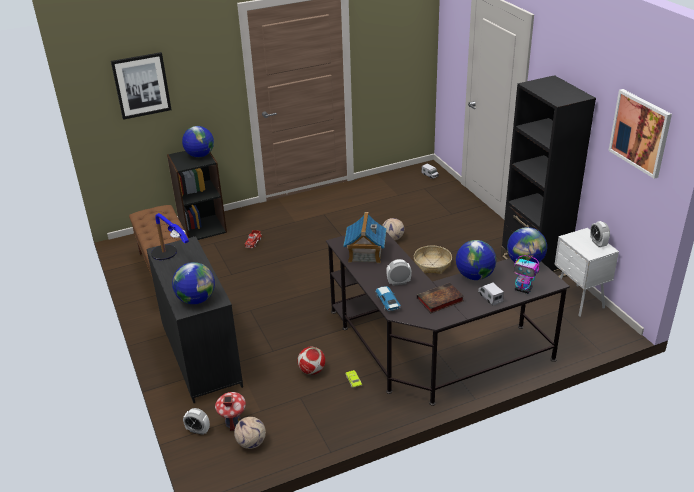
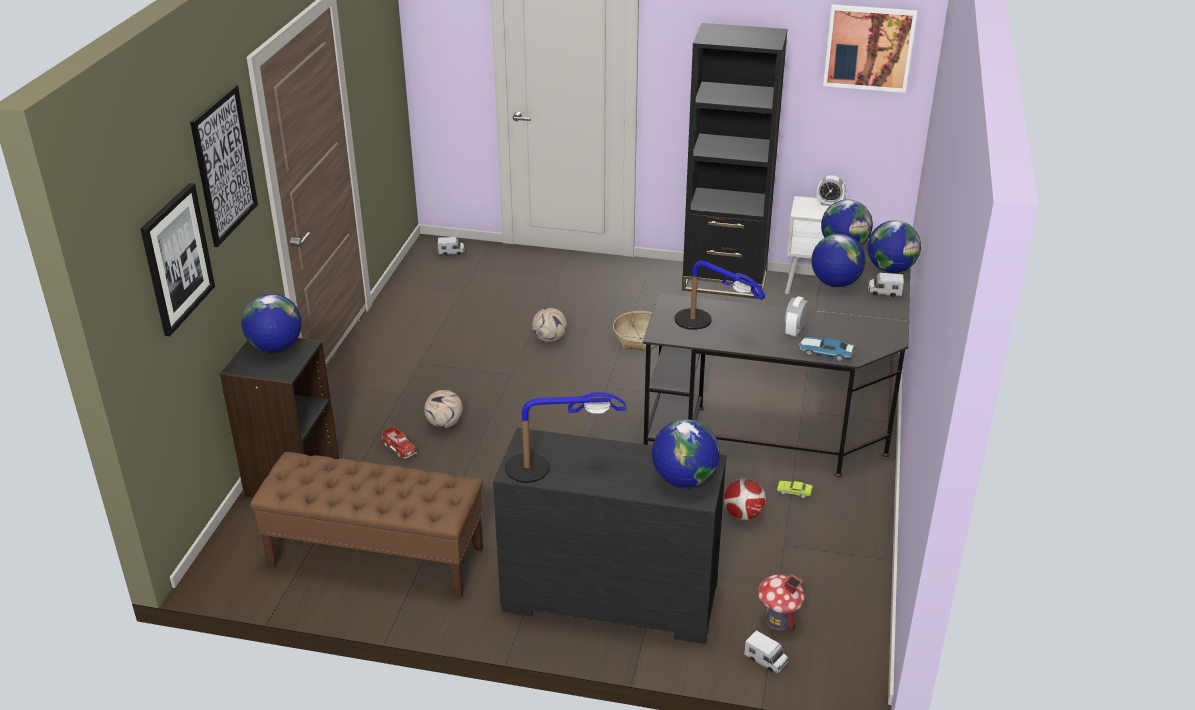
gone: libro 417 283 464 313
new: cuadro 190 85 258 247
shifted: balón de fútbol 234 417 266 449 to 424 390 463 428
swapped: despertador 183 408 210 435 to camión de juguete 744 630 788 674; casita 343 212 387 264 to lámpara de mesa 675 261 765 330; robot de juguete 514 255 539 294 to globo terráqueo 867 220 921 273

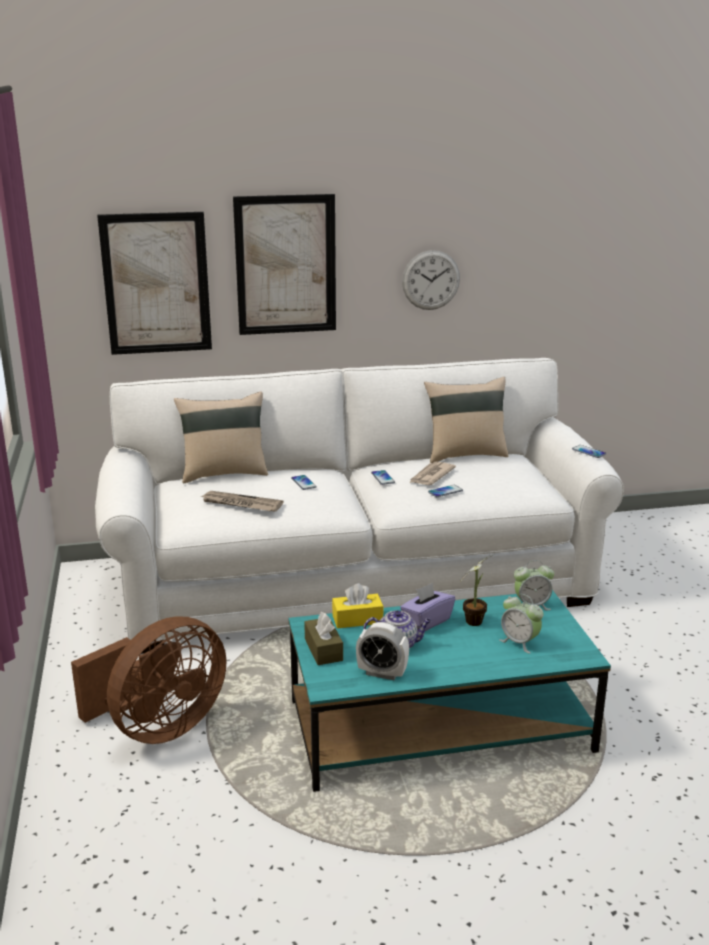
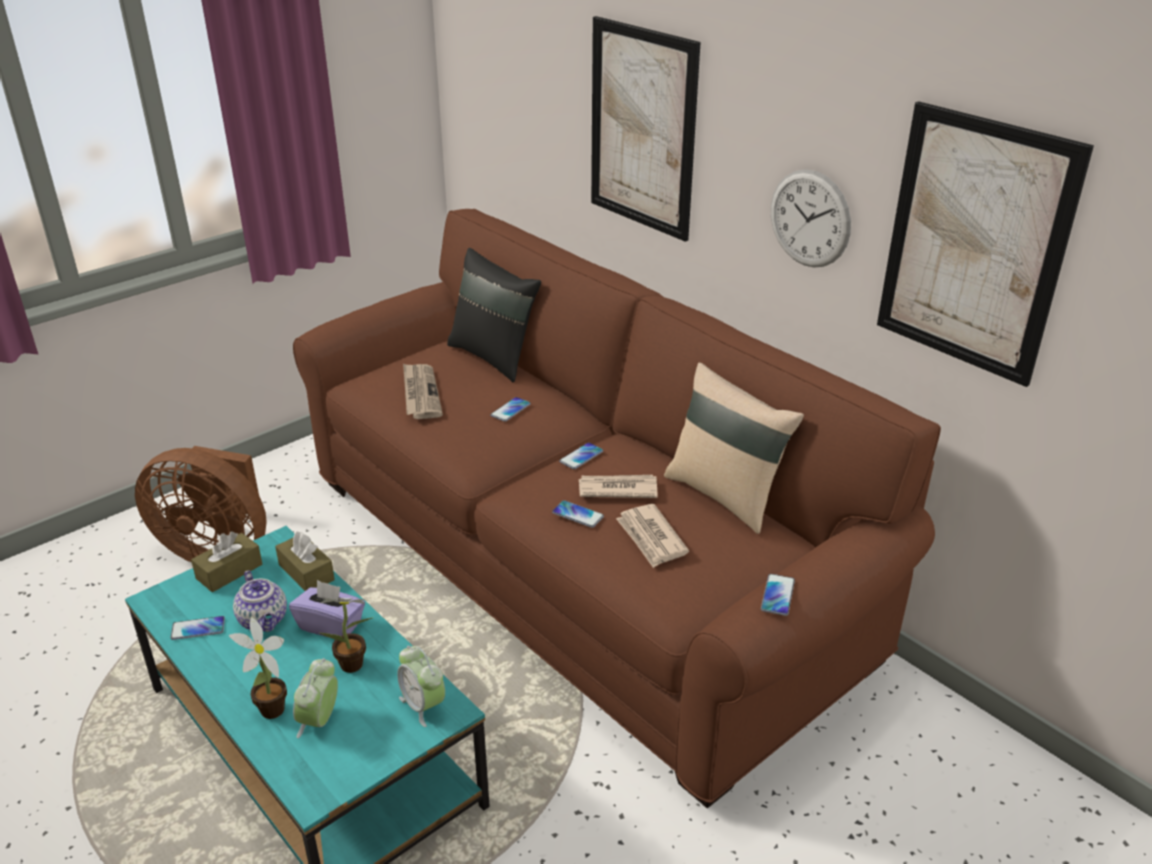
new: planta en maceta 229 617 287 719; periódico 616 504 689 568
shifted: cuadro 97 212 212 355 to 877 101 1094 387
swapped: despertador 356 622 409 680 to móvil 171 616 225 640
repainted: sofá [blanco] 95 358 624 654 to sofá [marrón] 293 209 941 808; cojín [beis] 174 391 268 483 to cojín [negro] 447 248 541 382; caja de pañuelos [amarillo] 332 583 383 628 to caja de pañuelos [marrón] 275 531 335 591

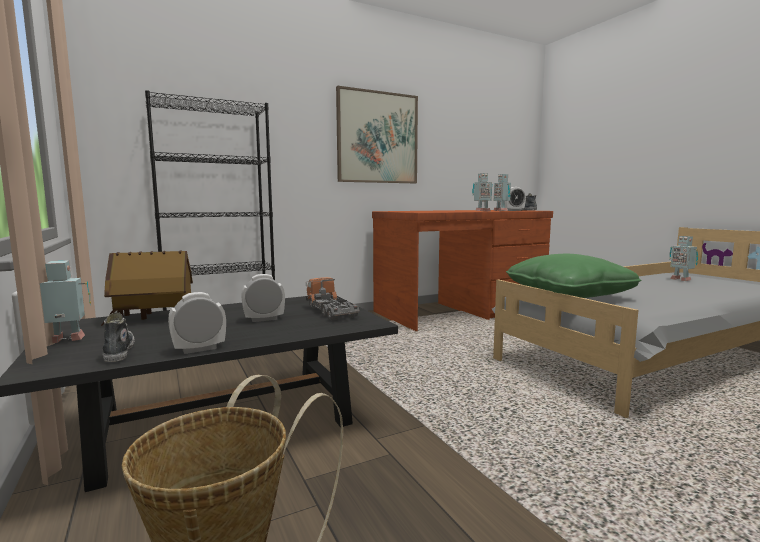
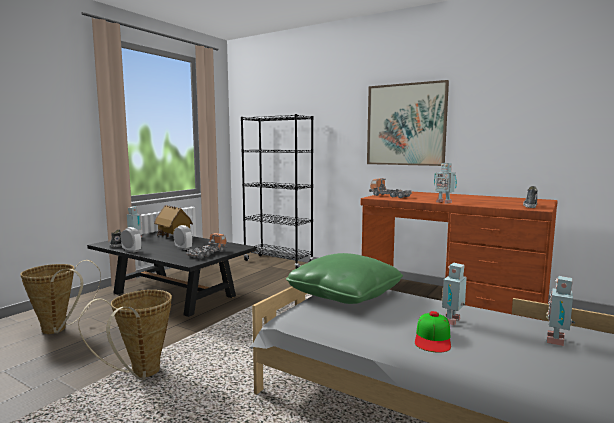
gone: despertador 505 187 526 211
new: cesta 78 290 172 380; camión de juguete 369 178 412 198; gorra 415 311 451 353
shifted: robot de juguete 493 174 511 211 to 441 263 467 325

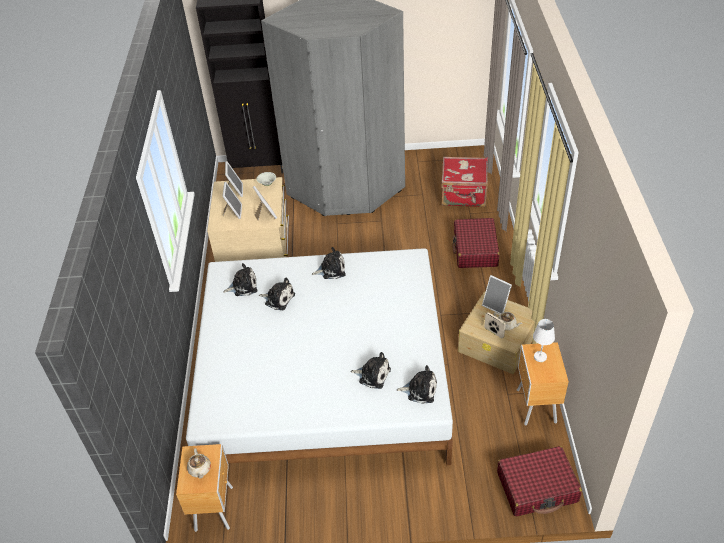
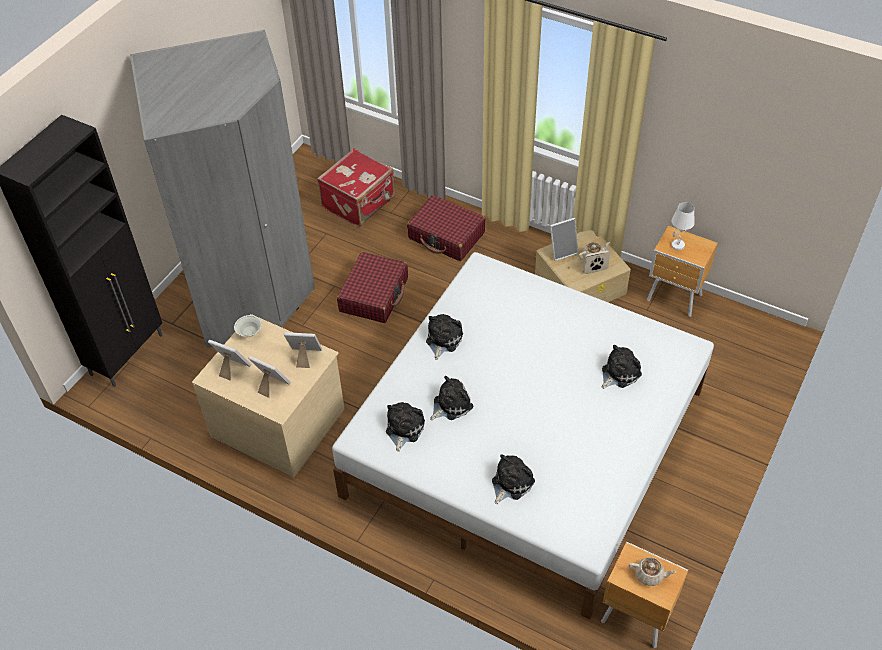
shifted: peluche 397 365 437 404 to 492 454 535 504; maleta [rojo] 497 446 582 516 to 337 252 408 323

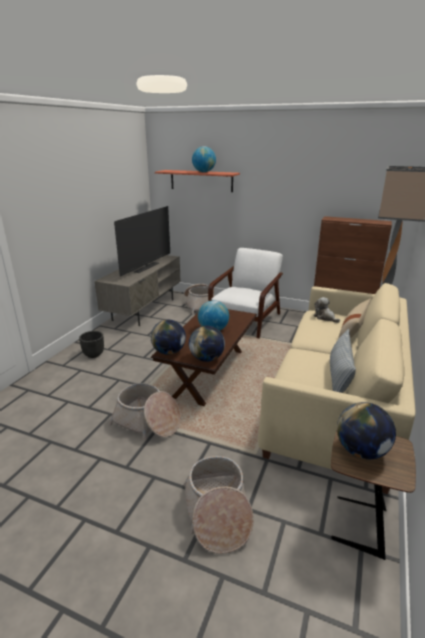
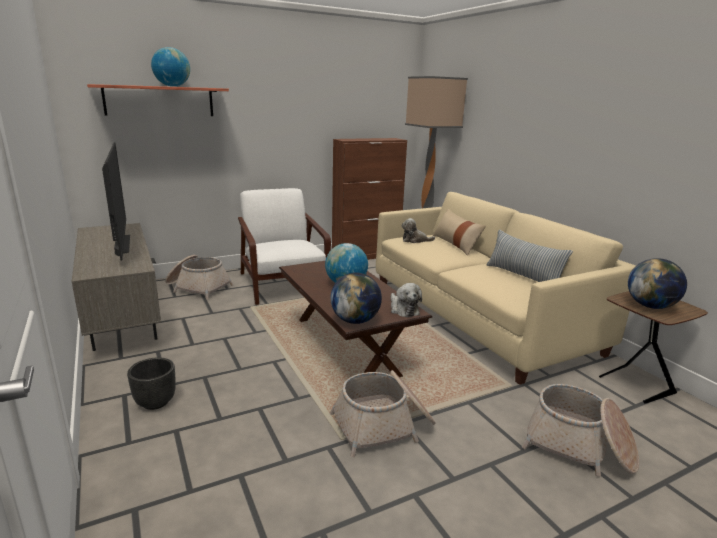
swapped: globo terráqueo 189 326 225 362 to peluche 391 283 422 317

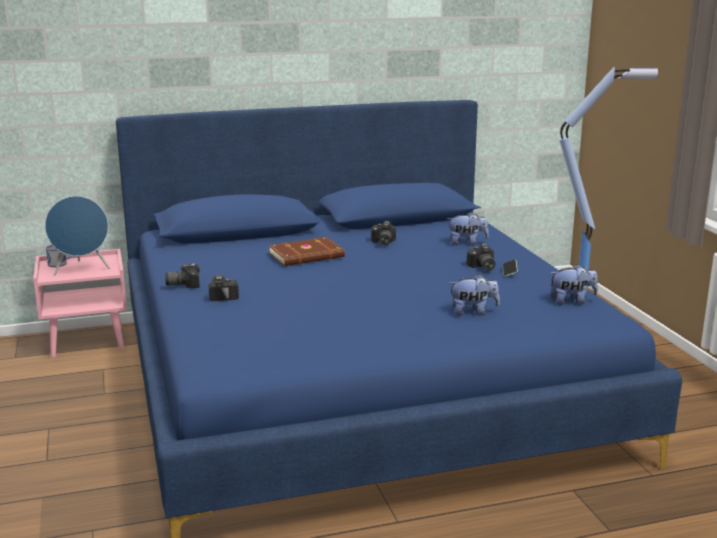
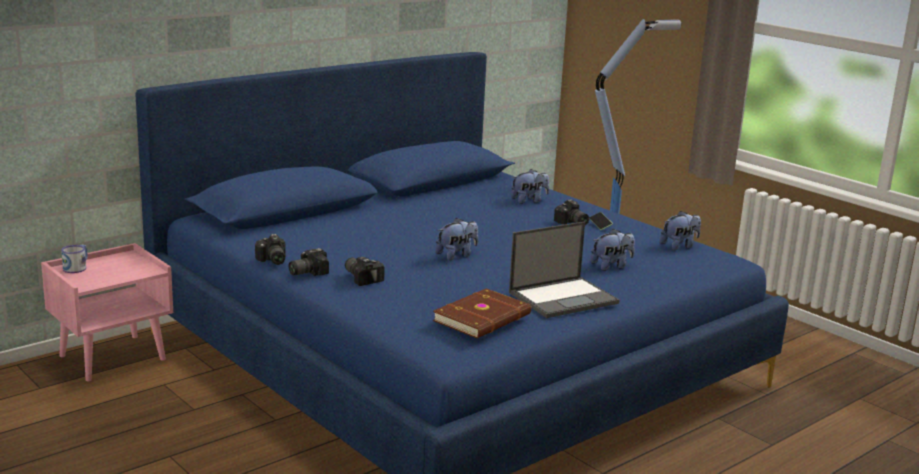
gone: altavoz [azul] 45 196 110 276
new: peluche 435 218 478 260; portátil 509 222 619 318
shifted: libro [marrón] 269 237 345 266 to 433 288 531 338; cámara 371 221 396 246 to 255 234 286 265

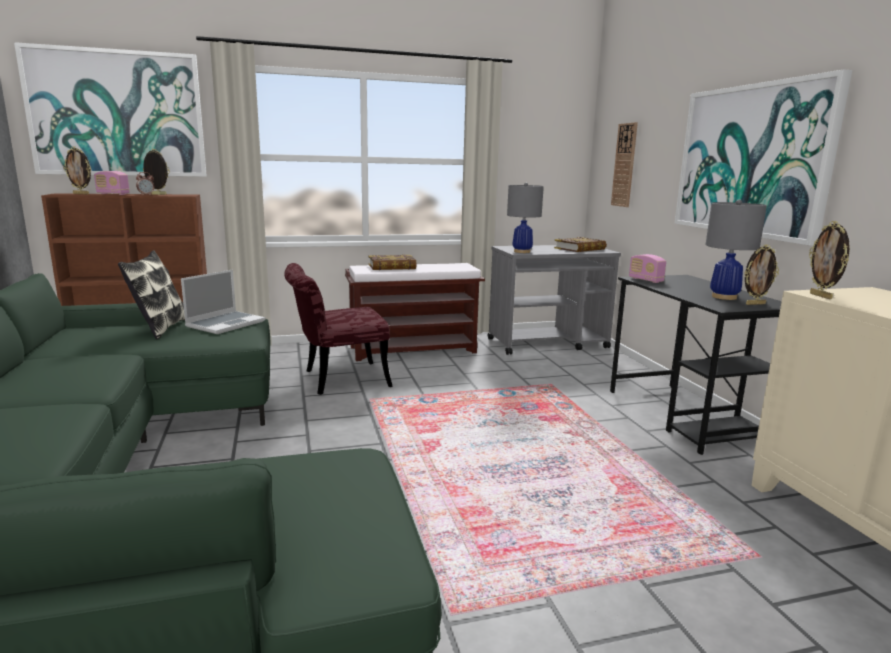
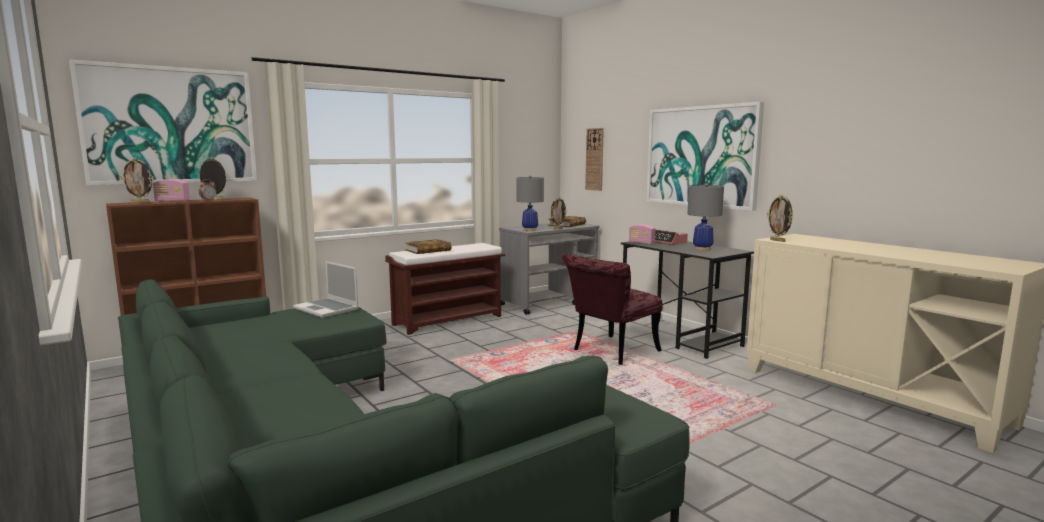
gone: cojín 118 250 185 339
new: despertador 655 230 688 245
shifted: silla [rojo] 284 263 393 395 to 562 254 662 365; portarretratos 744 244 779 305 to 550 197 567 230
rotated: portátil 181 270 265 334 = 293 261 359 318 120 degrees clockwise

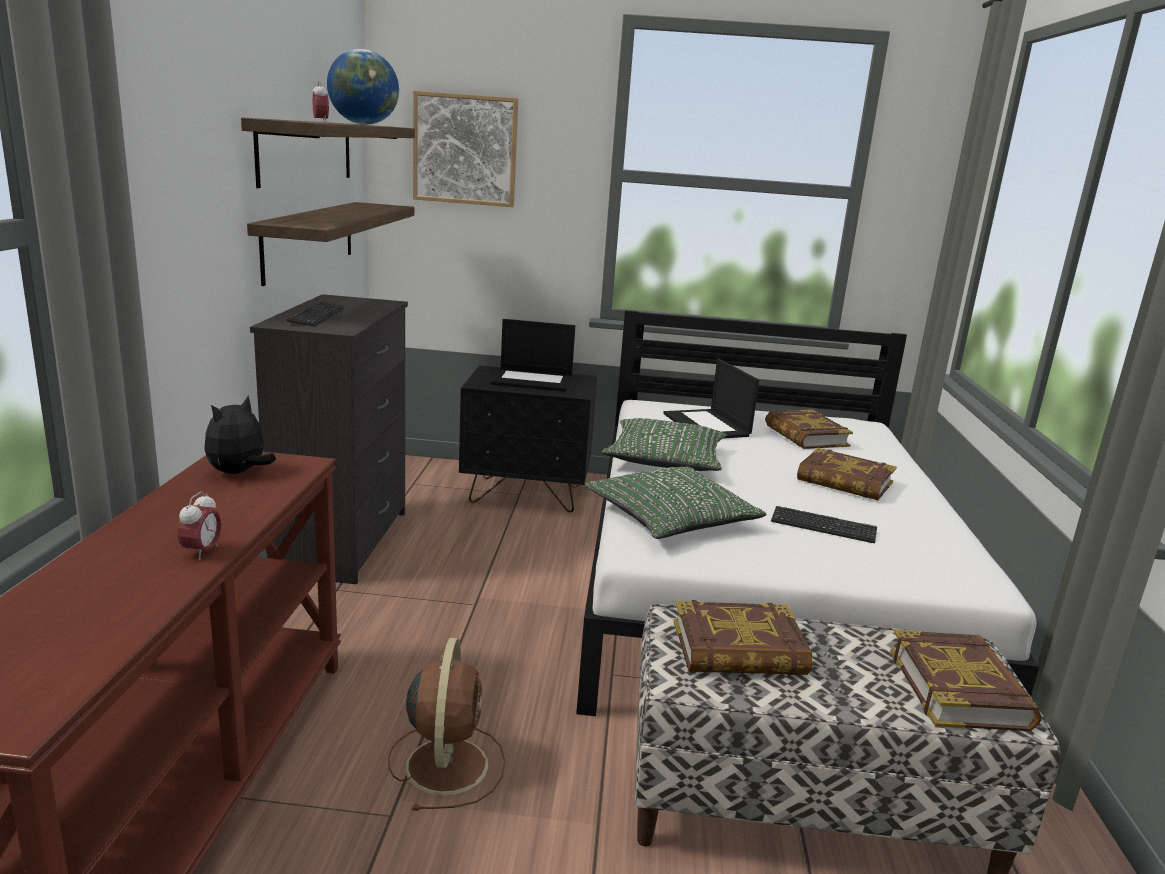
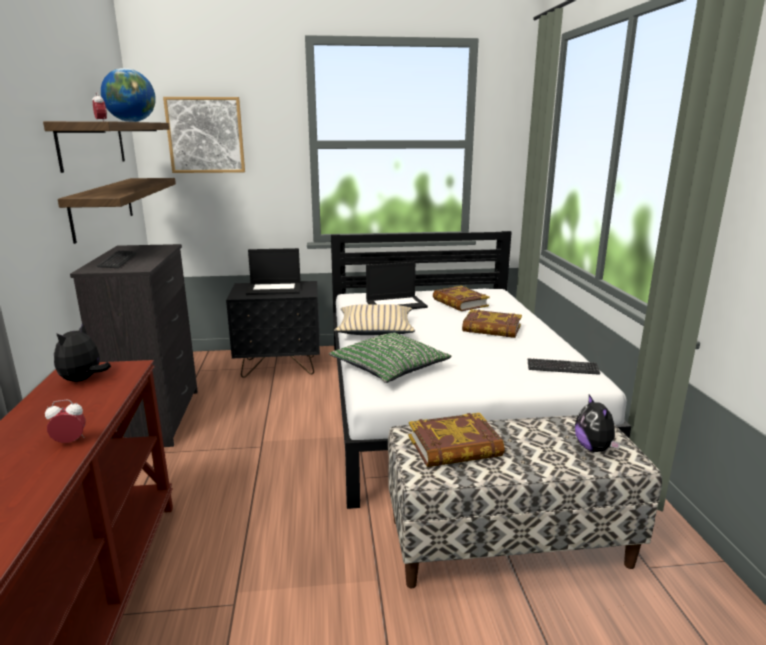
gone: ventilador [marrón] 388 638 505 811
shifted: teclado 771 506 877 543 to 527 358 600 375
swapped: libro 890 629 1041 731 to peluche 575 394 621 452
repainted: cojín [verde] 602 418 727 471 to cojín [beis] 334 304 415 335
rotated: despertador 178 492 221 560 = 45 400 86 443 105 degrees counterclockwise; portátil 663 359 759 439 = 366 261 428 309 75 degrees counterclockwise

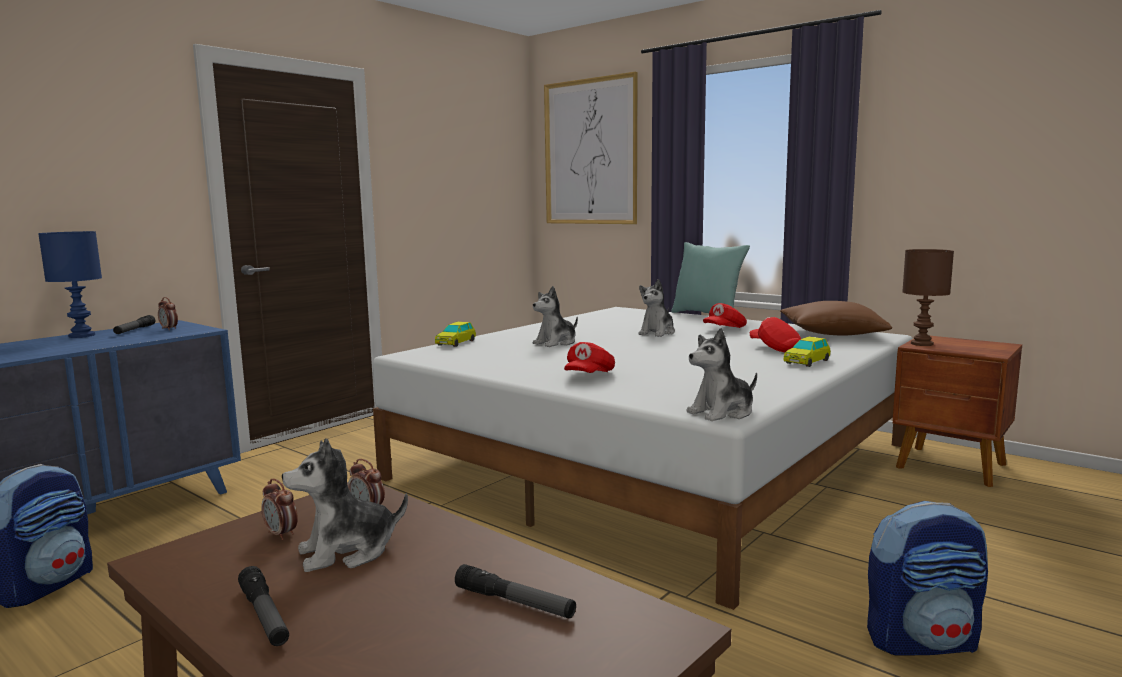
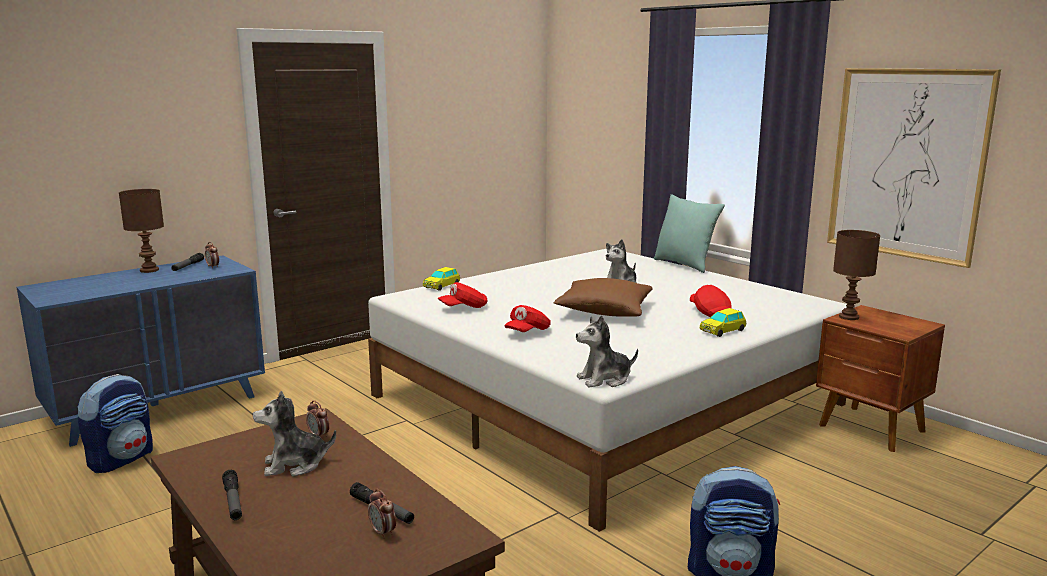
gone: peluche 533 286 578 347
shifted: despertador 261 479 298 540 to 368 489 396 539; cuadro 544 72 638 224 to 827 68 1001 268; gorra [rojo] 703 303 747 328 to 438 282 487 308; cojín [marrón] 780 301 892 335 to 554 278 653 317
repainted: lámpara de mesa [azul] 38 231 102 338 to lámpara de mesa [marrón] 119 189 164 273

